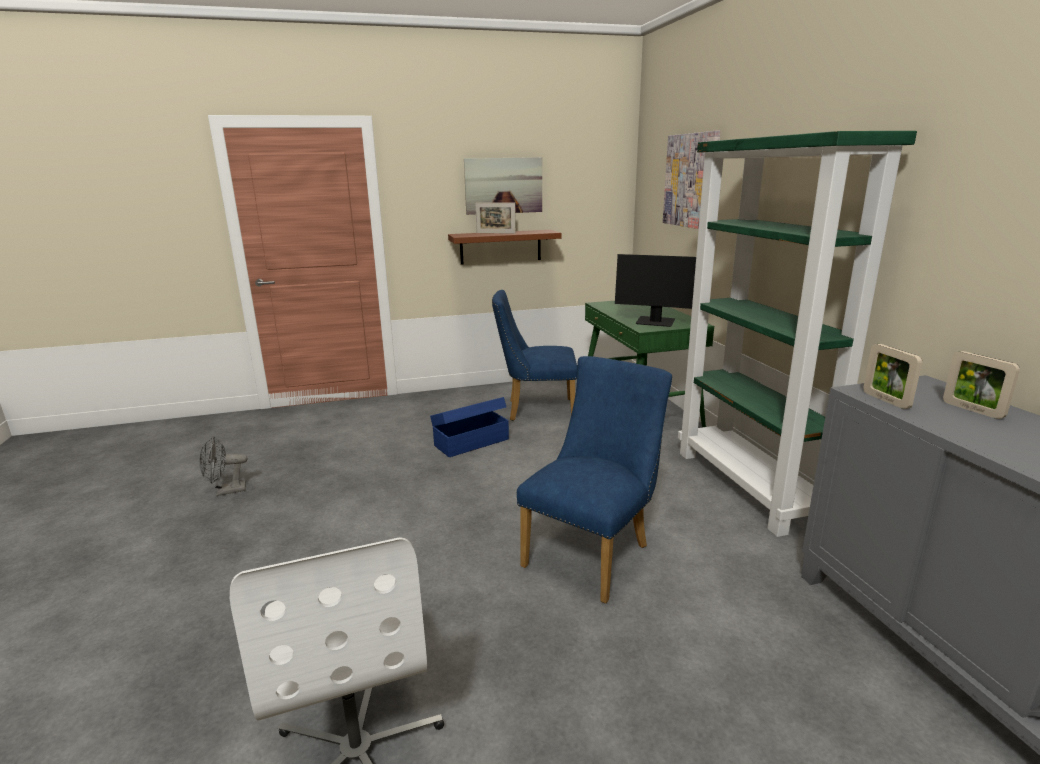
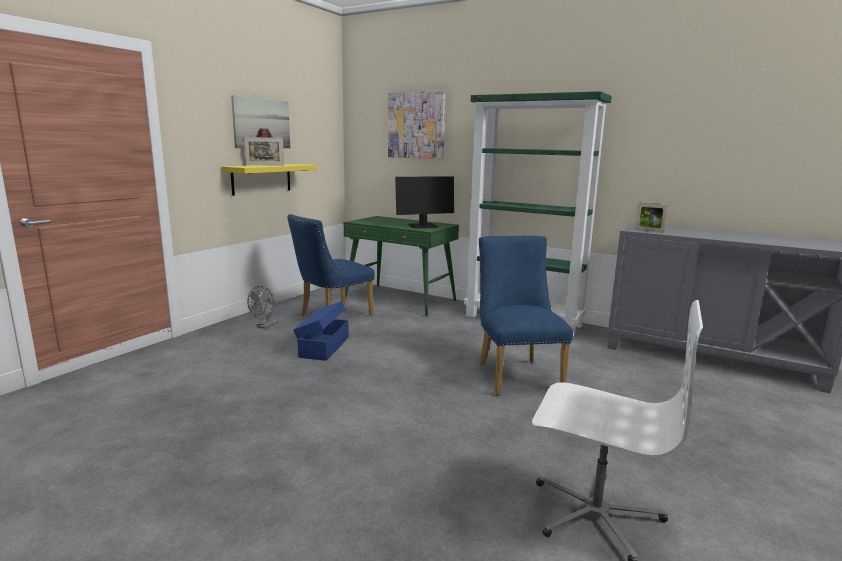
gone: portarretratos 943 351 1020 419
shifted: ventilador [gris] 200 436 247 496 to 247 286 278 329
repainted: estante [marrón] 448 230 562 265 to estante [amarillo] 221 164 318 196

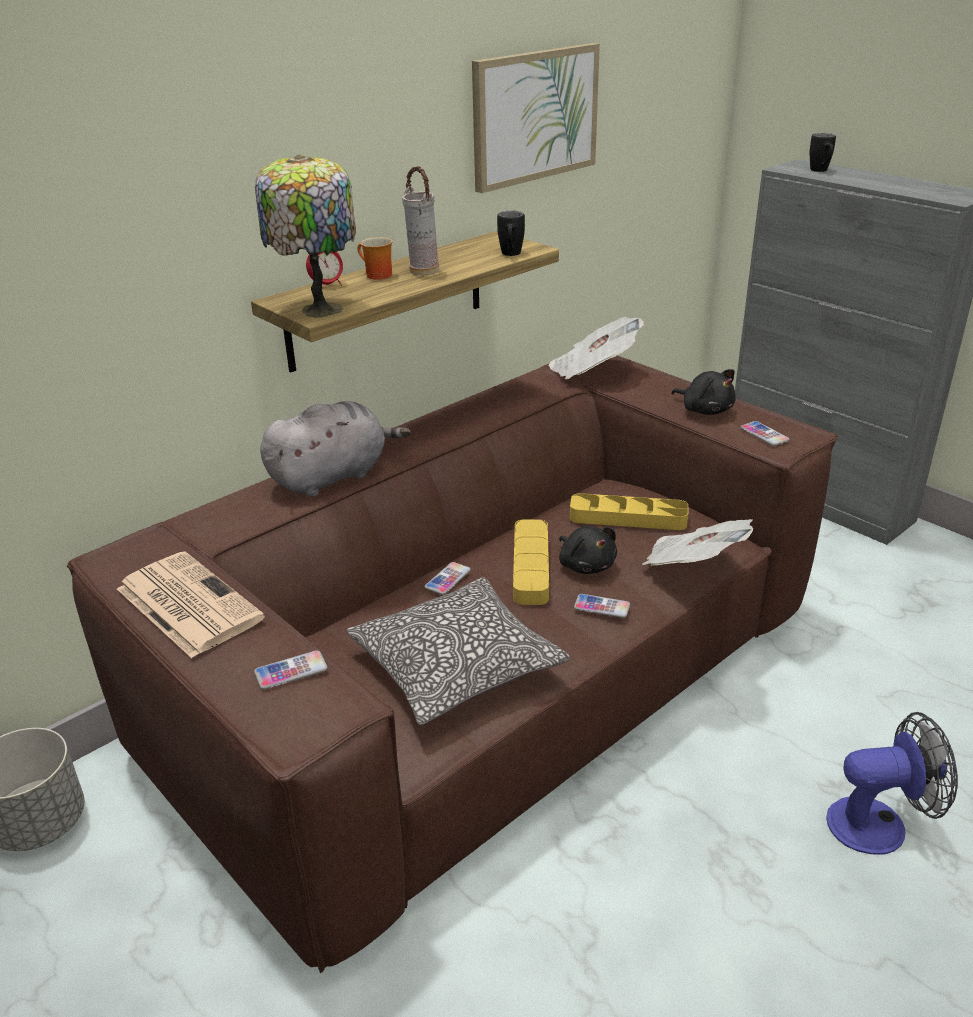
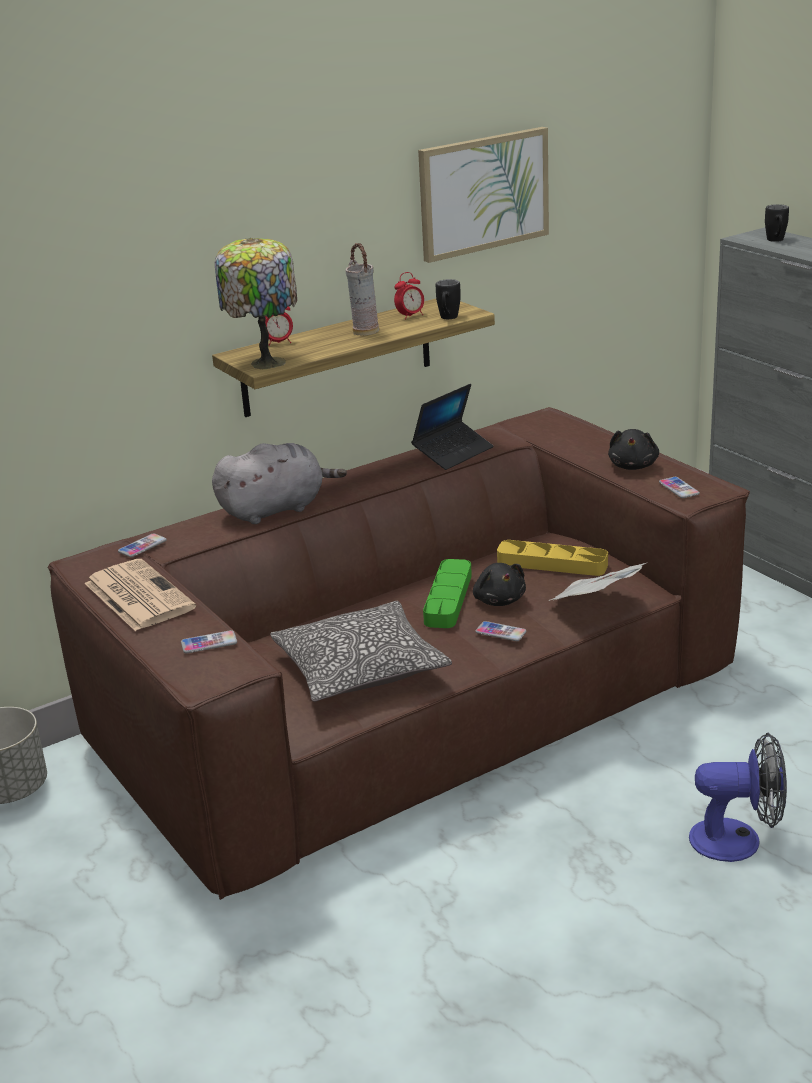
gone: taza grande 357 237 393 280; periódico 548 317 644 379
new: despertador 394 272 424 319; portátil 411 384 493 470
shifted: móvil 425 562 471 595 to 118 533 167 557
repainted: bandeja [amarillo] 513 519 549 605 to bandeja [verde] 423 559 472 628
rotated: peluche [negro] 671 369 736 415 = 608 429 659 470 45 degrees clockwise

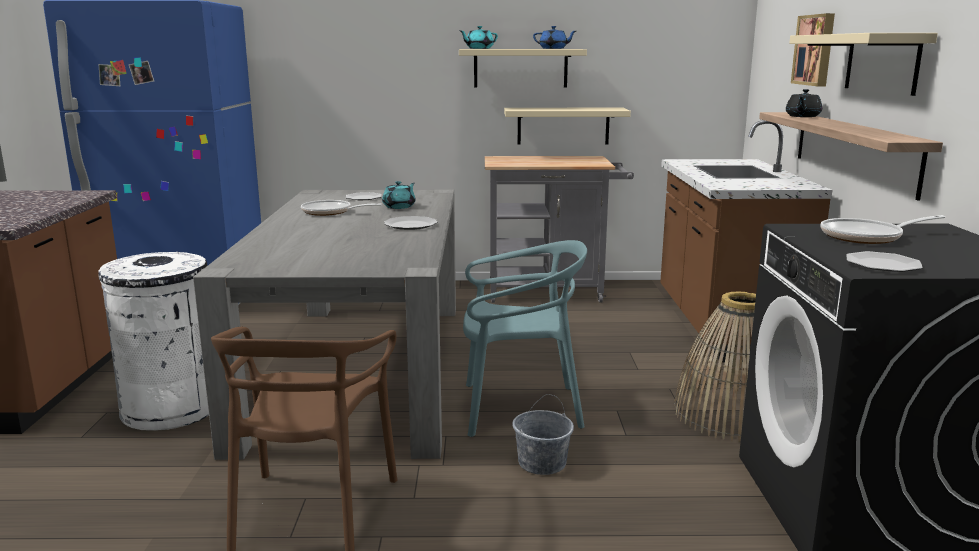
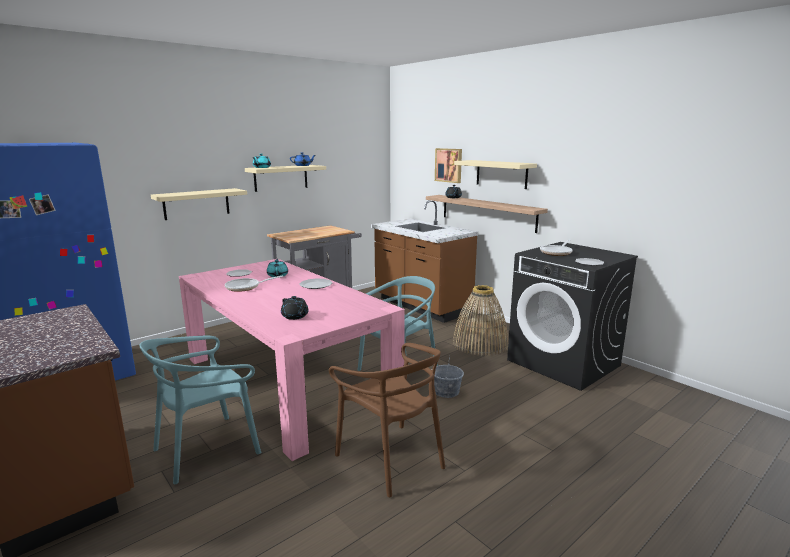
new: tetera [negro] 281 296 309 320
shifted: estante [beis] 504 108 631 144 to 151 188 247 220
swapped: papelera [blanco] 98 252 209 431 to silla [turquesa] 140 336 261 484
repainted: mesa de comedor [gris] 193 189 456 460 to mesa de comedor [rosa] 179 259 405 461

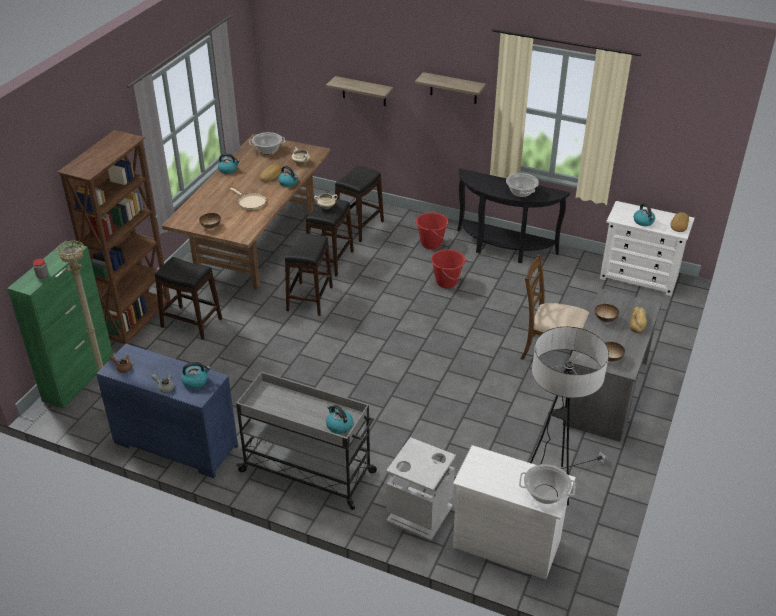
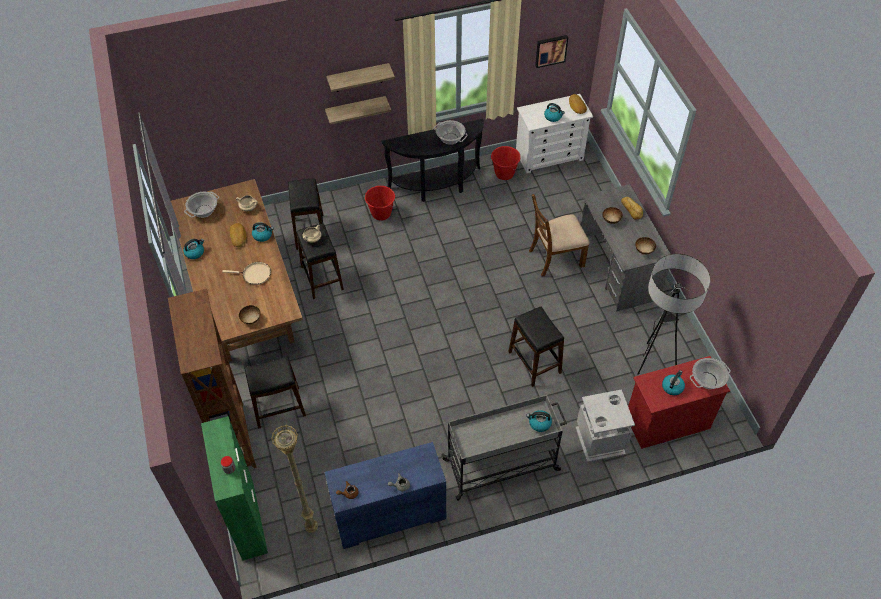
new: cuadro 535 35 568 68
shifted: hervidor 181 362 211 389 to 662 370 685 395; taburete [negro] 285 233 333 316 to 508 307 564 387; estante 326 76 393 106 to 325 96 391 125; cubo [rojo] 431 249 465 288 to 491 146 521 180
repainted: cómoda [blanco] 453 445 576 579 to cómoda [rojo] 628 356 730 449

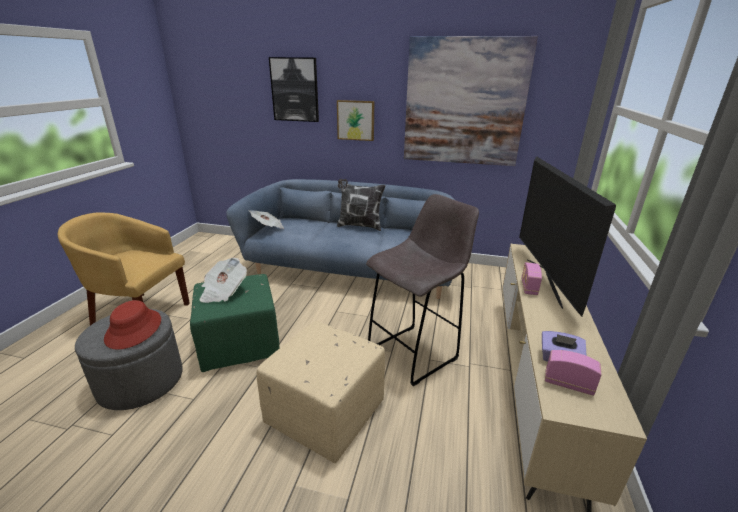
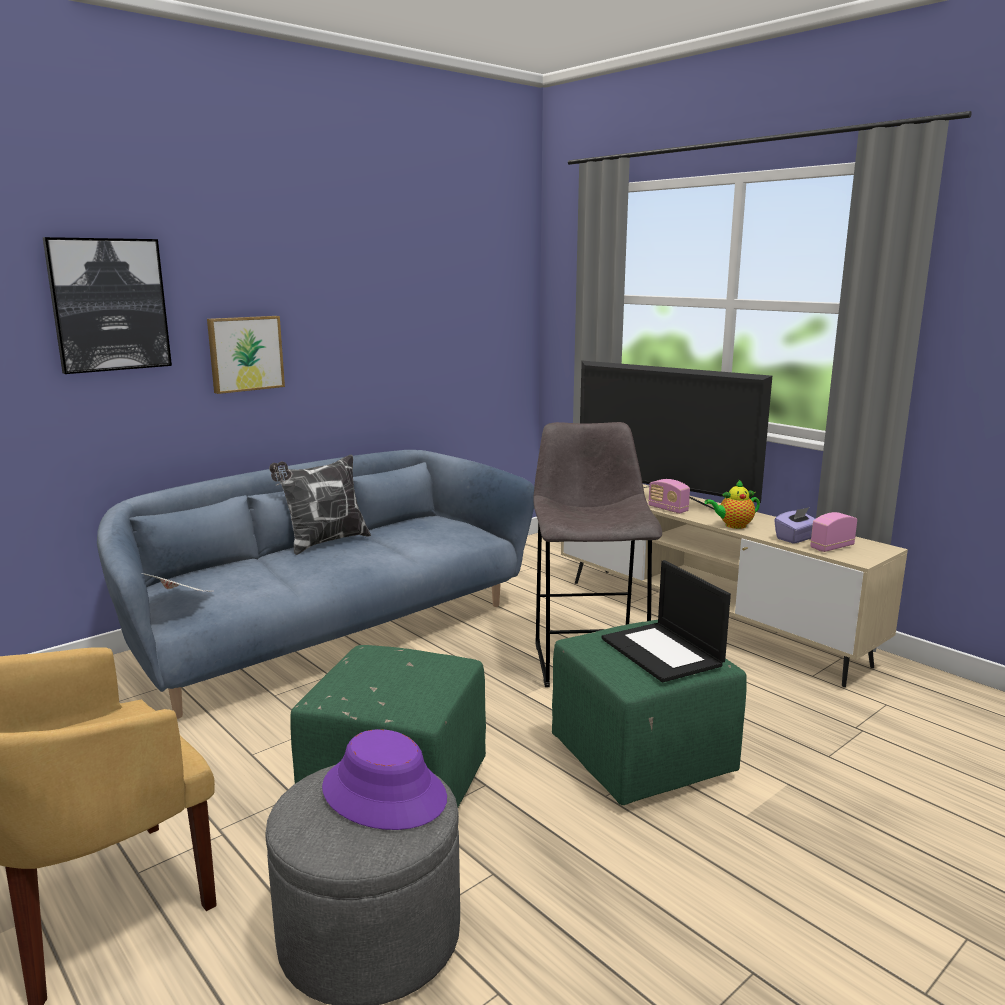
gone: periódico 199 258 247 303; cuadro 404 36 538 166
new: portátil 602 560 731 682; tetera 705 480 760 529
repainted: sombrero [rojo] 104 300 161 350 to sombrero [morado] 322 729 447 830; puf [beis] 257 321 385 463 to puf [verde] 552 620 747 805

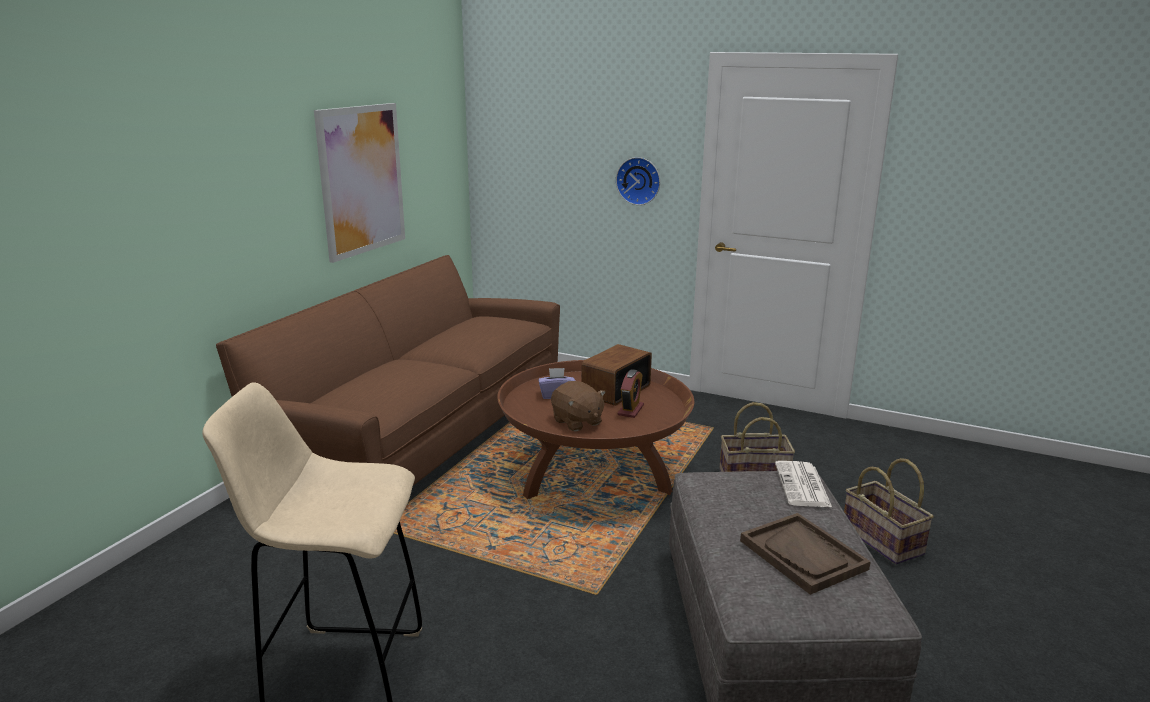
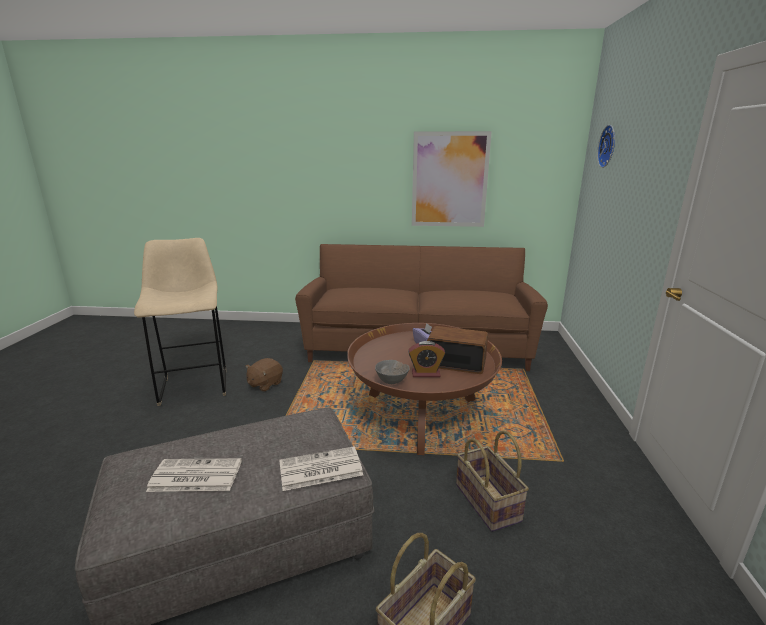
new: cuenco [gris] 375 360 410 384
shifted: peluche [marrón] 551 381 606 432 to 246 358 283 392; reloj de pared 616 157 660 205 to 597 125 615 168
swapped: bandeja [marrón] 740 513 871 595 to periódico 146 458 242 492

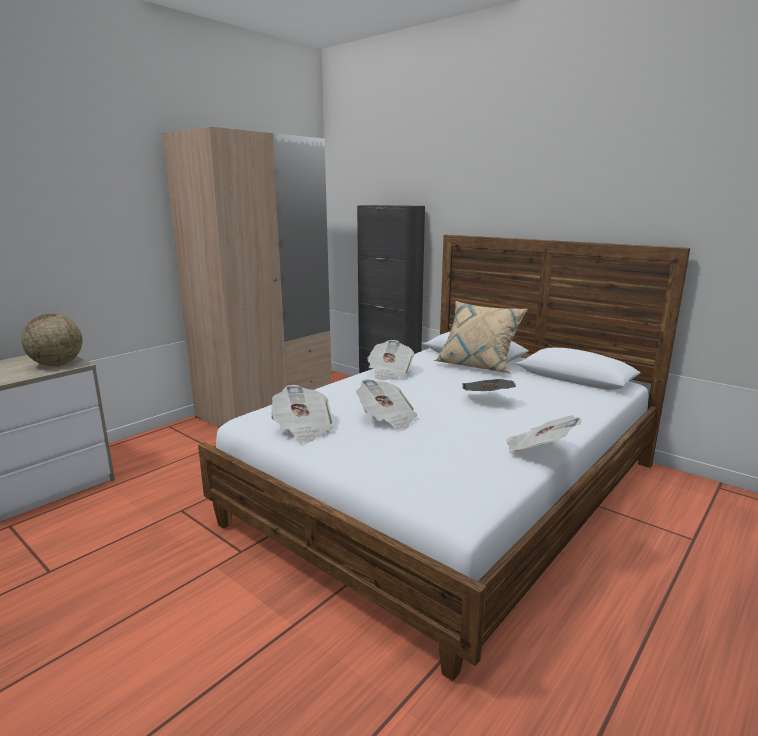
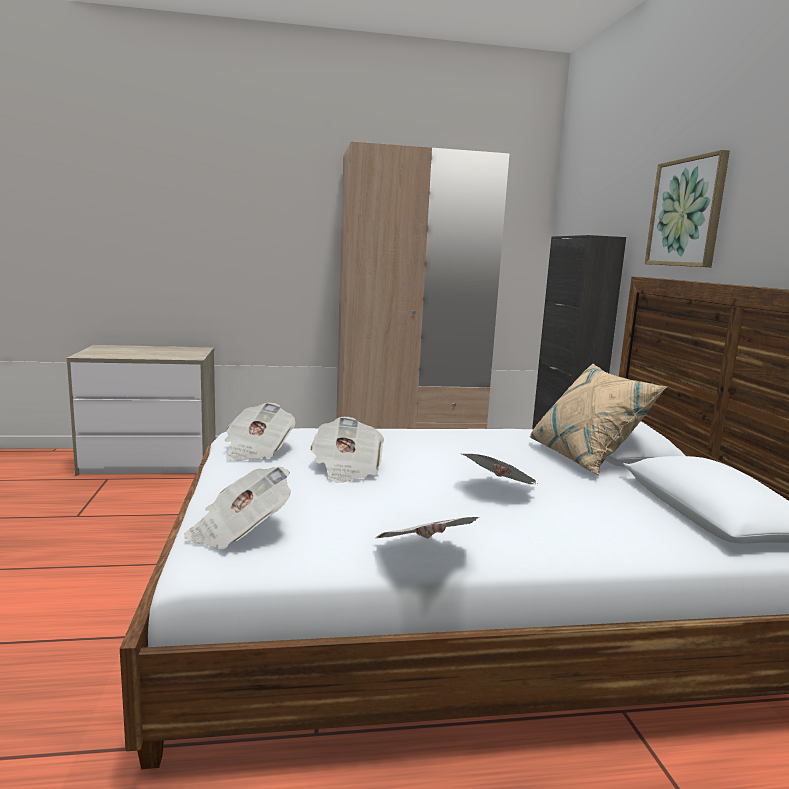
gone: globo terráqueo 21 314 82 366
new: cuadro 645 150 730 267
shifted: periódico 367 340 414 381 to 185 467 291 549

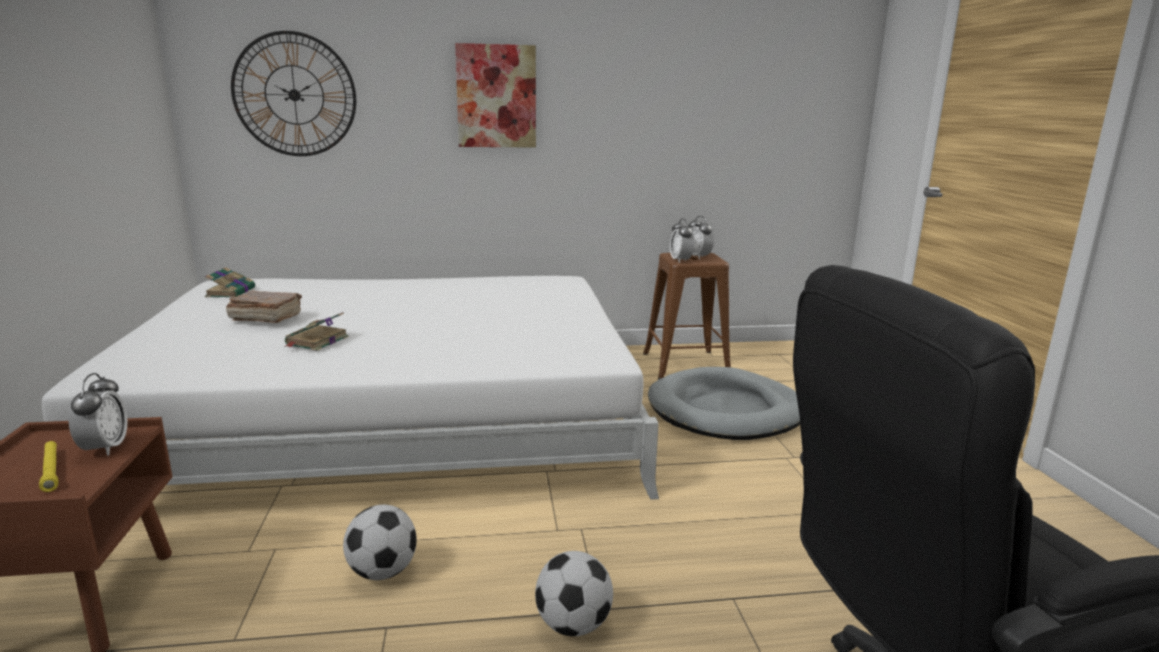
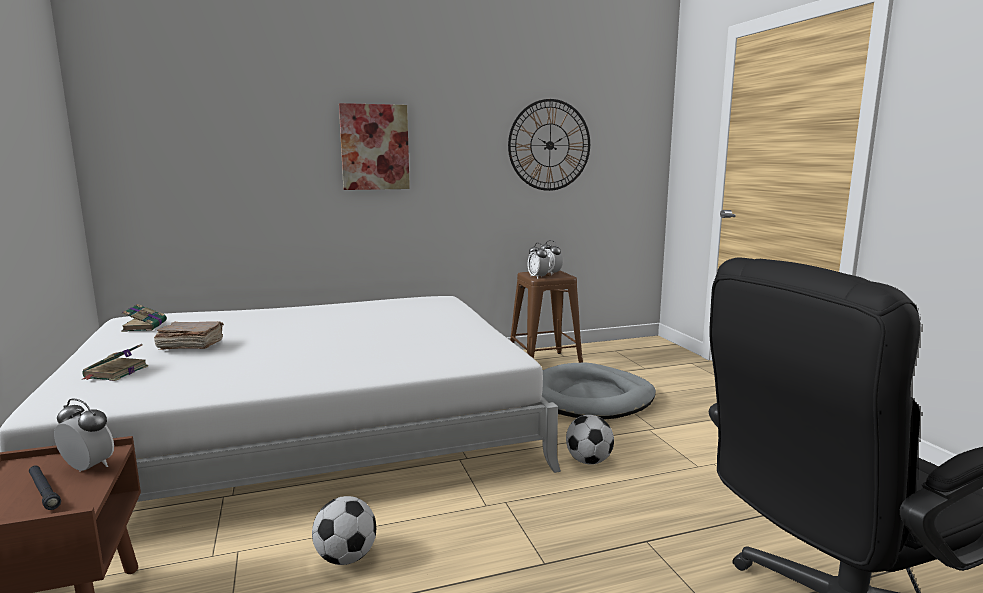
shifted: reloj de pared 231 31 356 156 to 508 99 590 191; libro 284 312 349 351 to 81 344 148 381; balón de fútbol 535 551 613 636 to 566 415 614 465
repainted: linterna [amarillo] 39 441 58 492 to linterna [negro] 29 465 61 510
rotated: despertador 68 373 128 456 = 54 399 114 472 45 degrees counterclockwise

